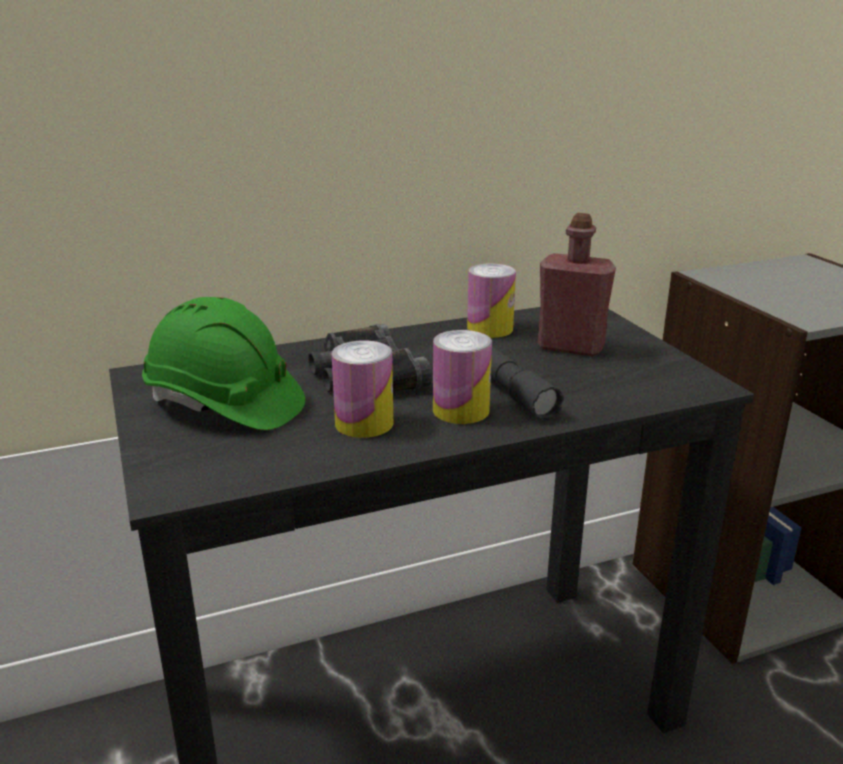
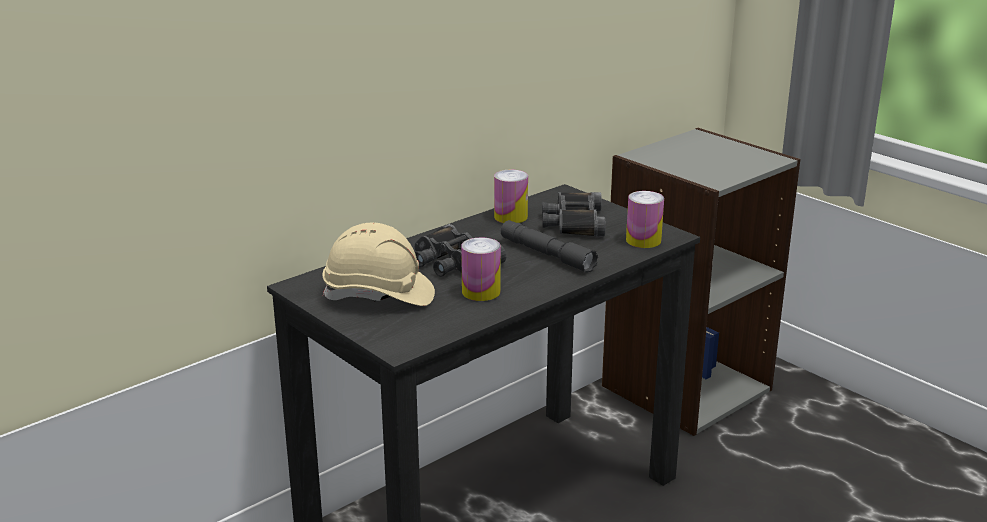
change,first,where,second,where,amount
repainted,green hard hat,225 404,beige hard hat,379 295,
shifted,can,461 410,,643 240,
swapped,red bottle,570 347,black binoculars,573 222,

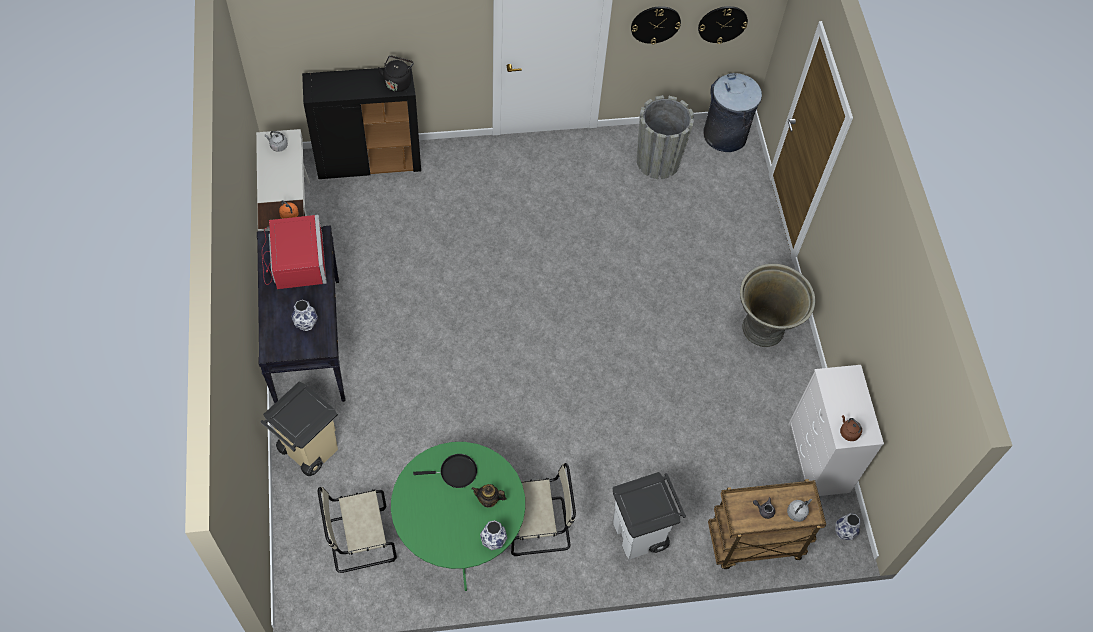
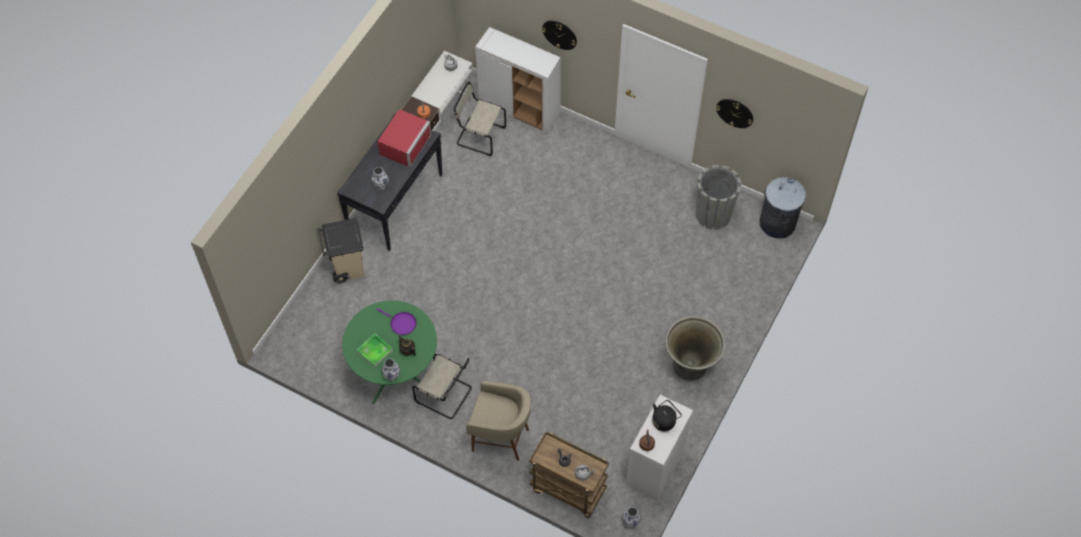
change,first,where,second,where,amount
repainted,black cabinet,369 162,white cabinet,520 109,
shifted,beige chair,358 541,,479 135,
shifted,black kettle,398 82,,664 420,
repainted,black frying pan,455 472,purple frying pan,401 323,
swapped,white trash can,640 534,beige stool,501 439,
shifted,wall clock,722 24,,559 34,
new,,,tray,374 351,

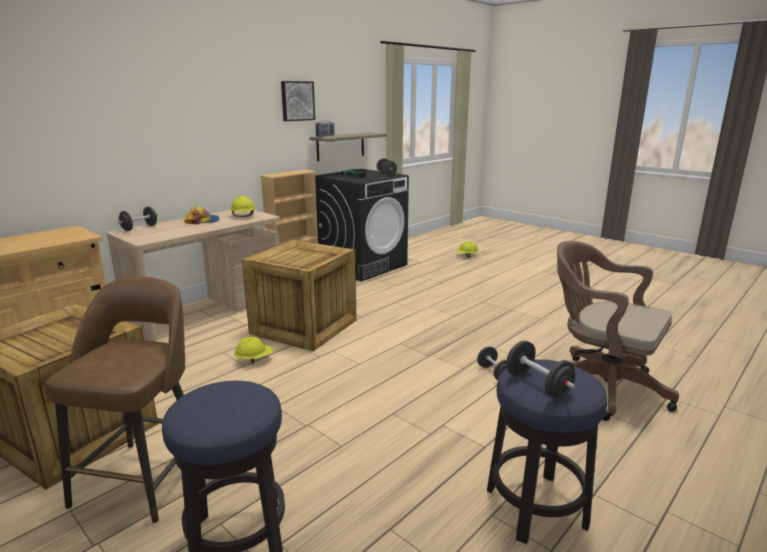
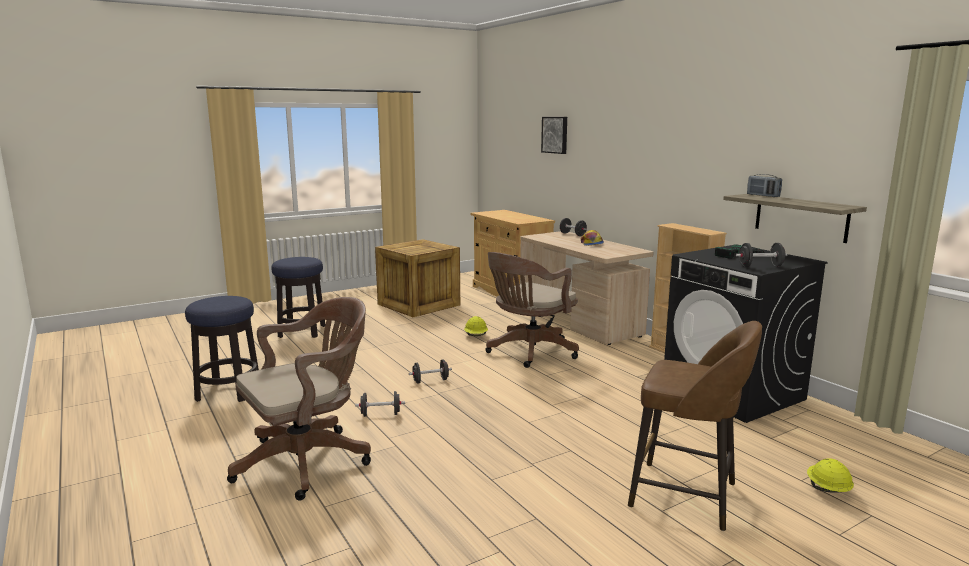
change,first,where,second,where,amount
shifted,brown stool,145 477,,687 496,
gone,yellow hard hat,243 216,,,
swapped,crate,304 327,brown office chair,529 352,
shifted,picture,297 101,,555 135,
shifted,black dumbbell,538 385,,430 381,

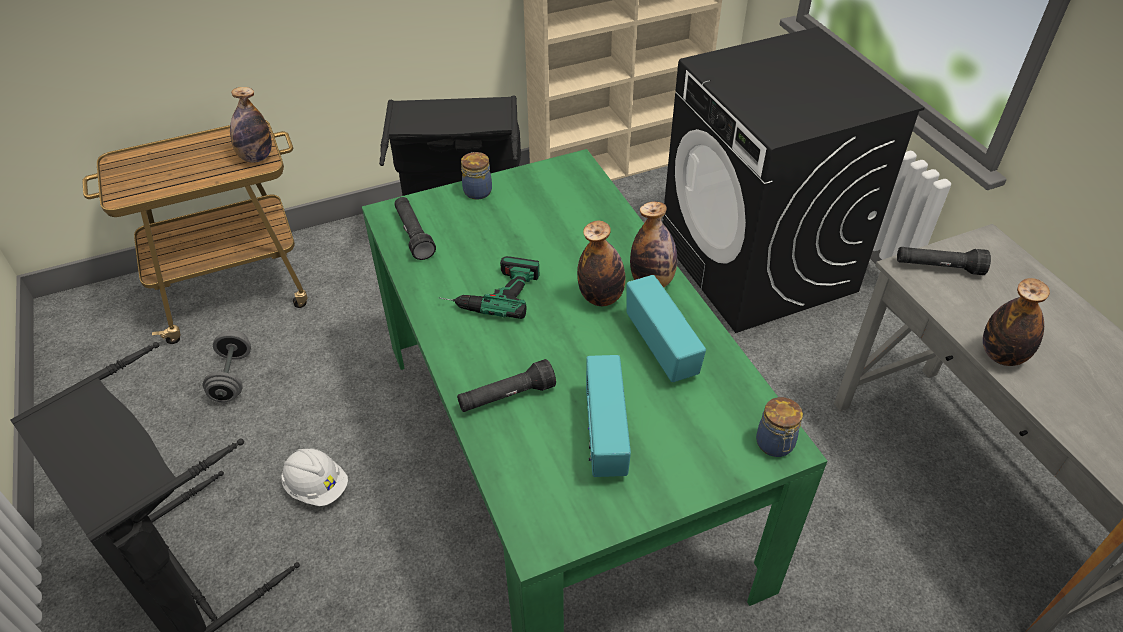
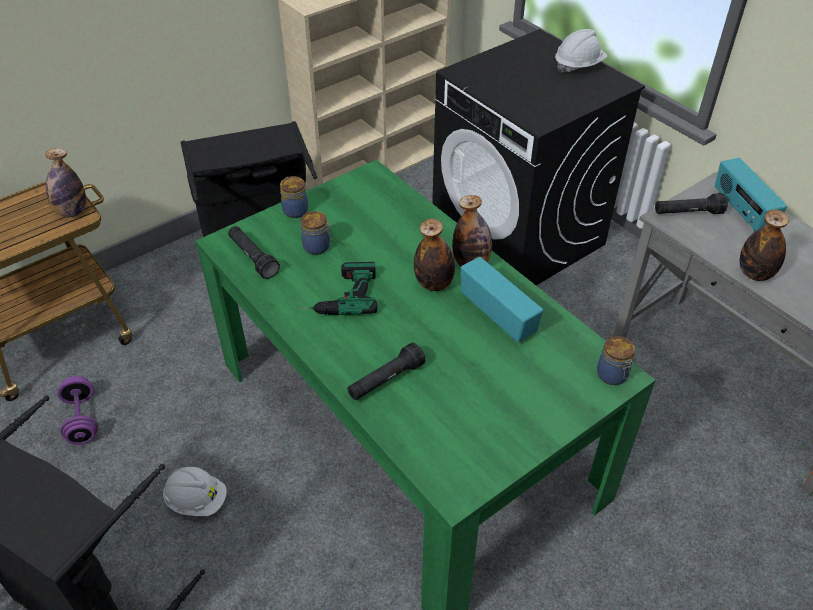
change,first,where,second,where,amount
repainted,grey dumbbell,232 377,purple dumbbell,82 419,
shifted,radio,604 435,,741 211,
new,,,jar,317 247,
new,,,white hard hat,578 66,

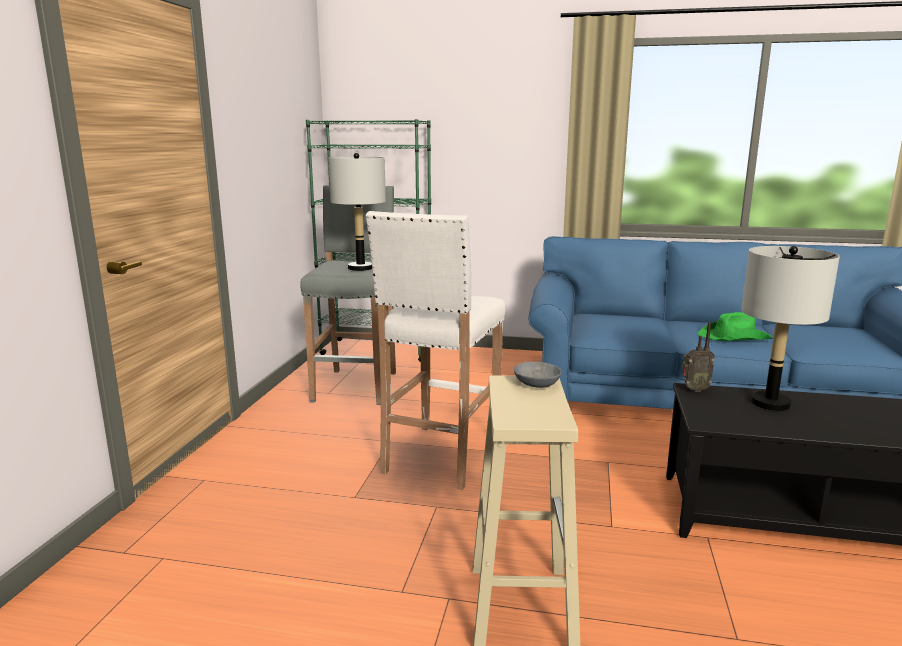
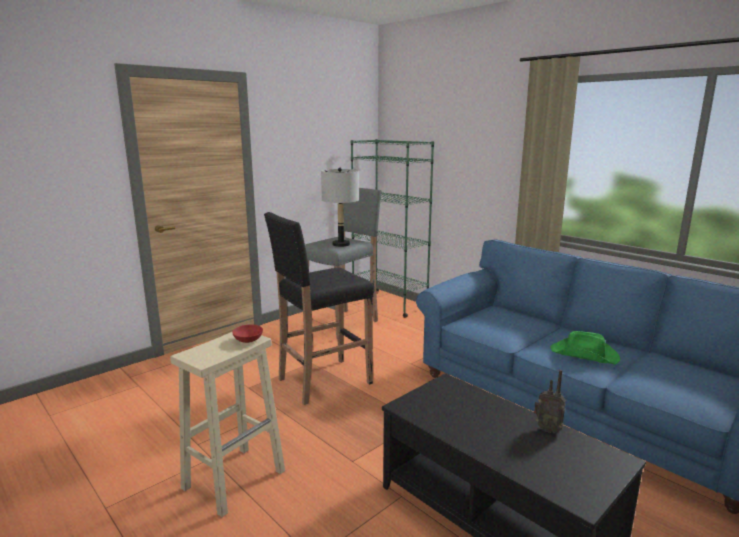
change,first,where,second,where,amount
repainted,white stool,441 457,black stool,322 381,
repainted,grey bowl,535 384,red bowl,247 339,
shifted,radio,693 389,,547 428,
gone,grey table lamp,770 403,,,

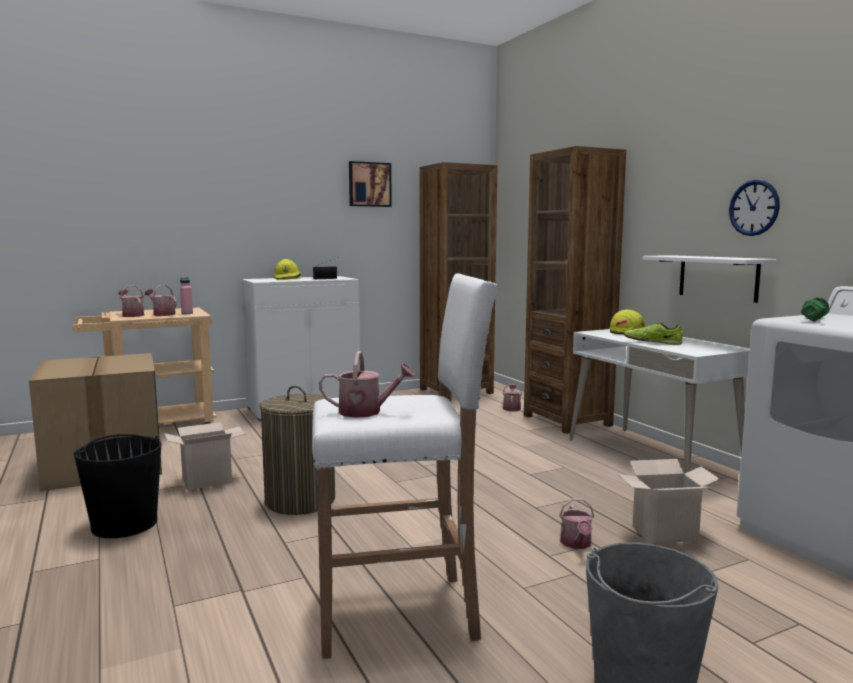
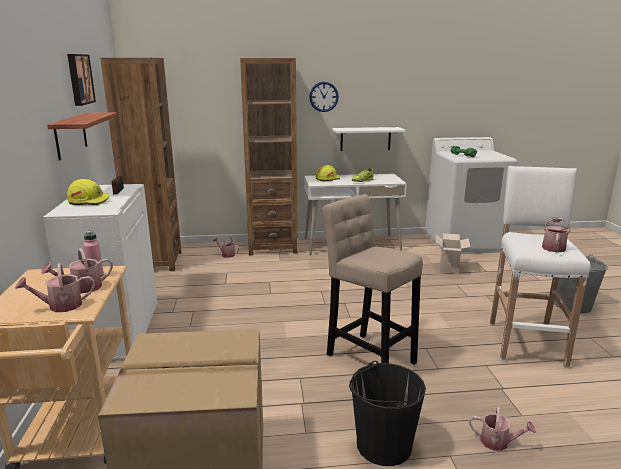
change,first,where,second,where,amount
gone,cardboard box,208 480,,,
swapped,laundry basket,300 500,beige stool,368 356,
shifted,watering can,576 544,,498 442,
shifted,wall clock,754 208,,323 96,
new,,,shelf,70 135,

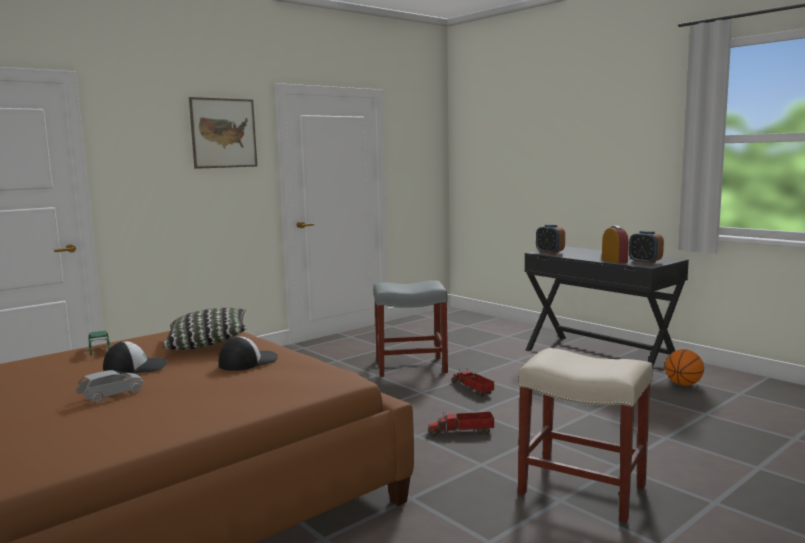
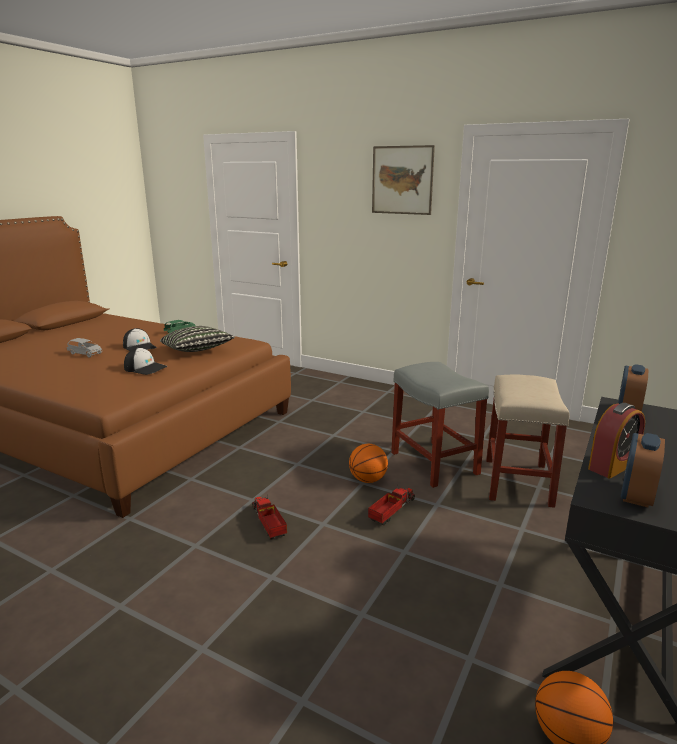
change,first,where,second,where,amount
shifted,beige stool,584 490,,518 483,
new,,,basketball,368 480,

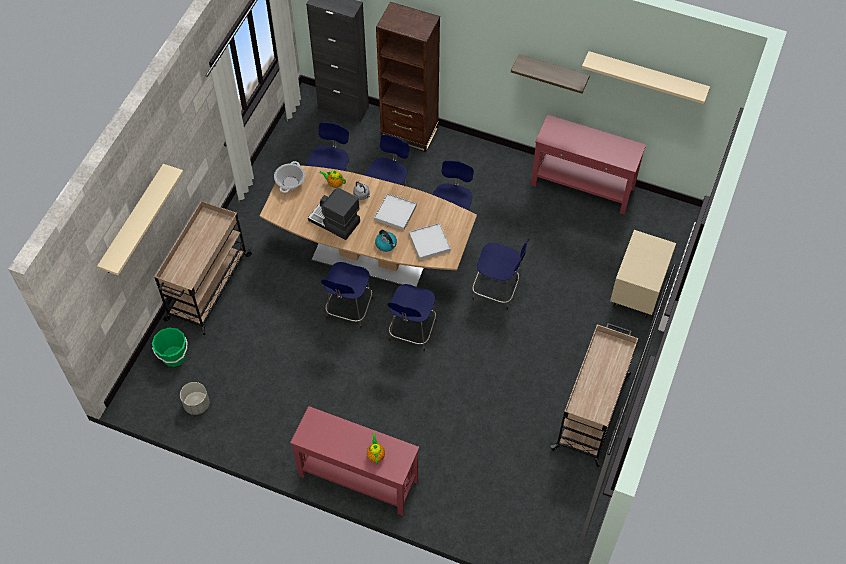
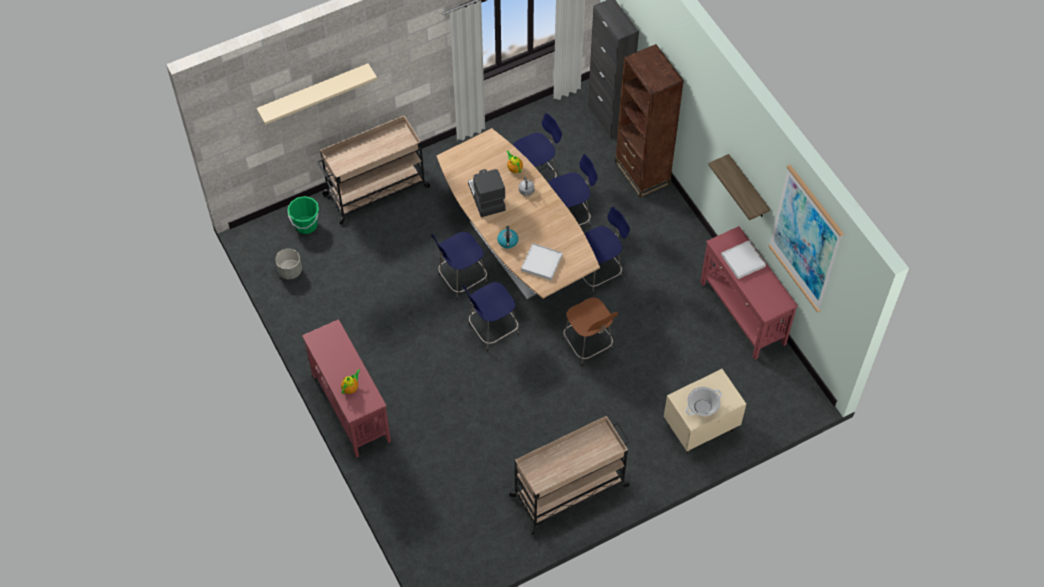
change,first,where,second,where,amount
shifted,cooking pot,290 183,,702 407,
shifted,white tray,395 213,,743 261,
repainted,blue stool,497 290,brown stool,588 346,
swapped,beige shelf,646 76,picture,805 239,

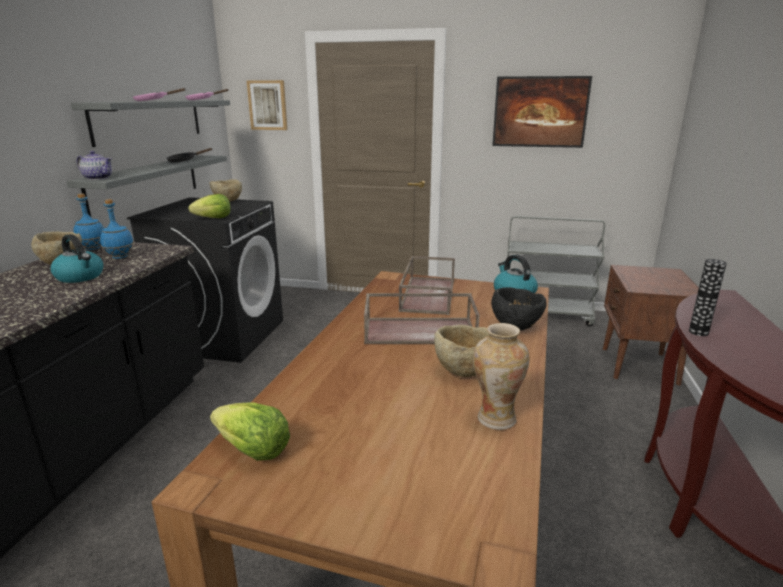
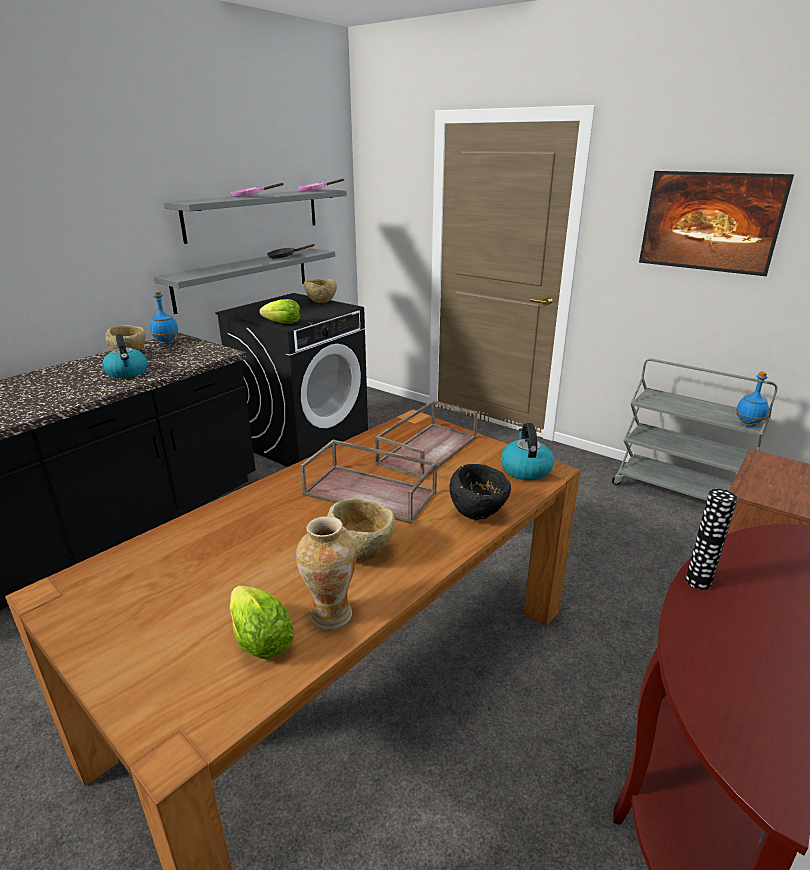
change,first,where,second,where,amount
gone,teapot,98 178,,,
shifted,blue bottle,120 257,,748 424,
shifted,lettuce,253 451,,260 640,
gone,picture,268 105,,,

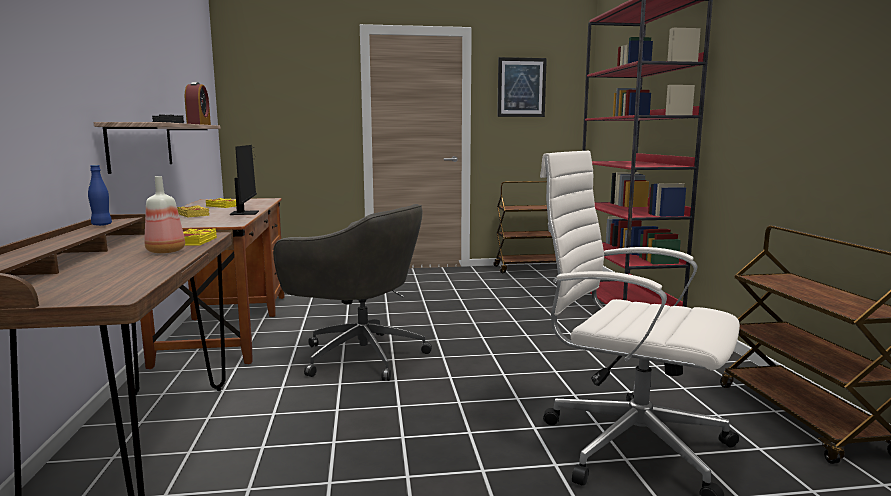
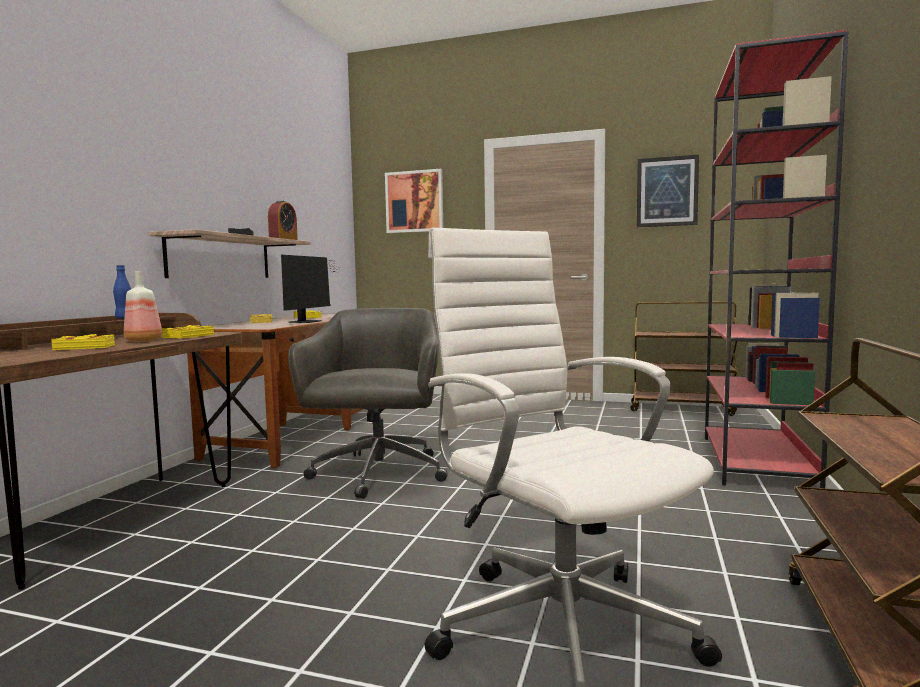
change,first,where,second,where,amount
rotated,grey office chair,359 355,,378 474,135 degrees counterclockwise
new,,,yellow book,85 347,
new,,,picture,414 201,

